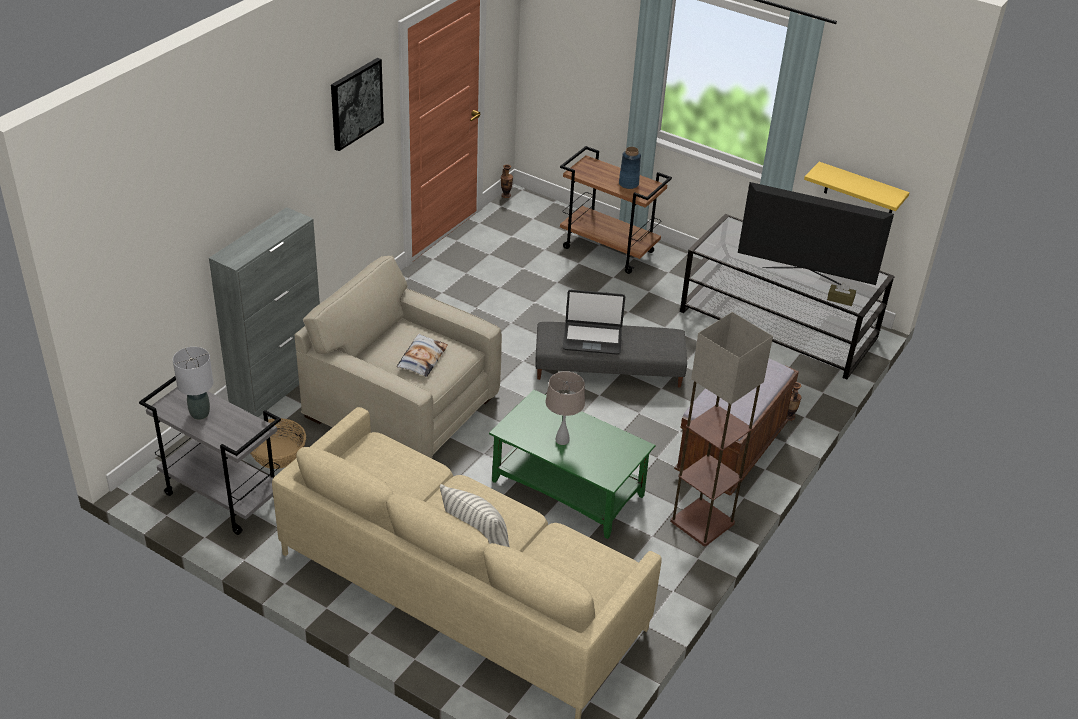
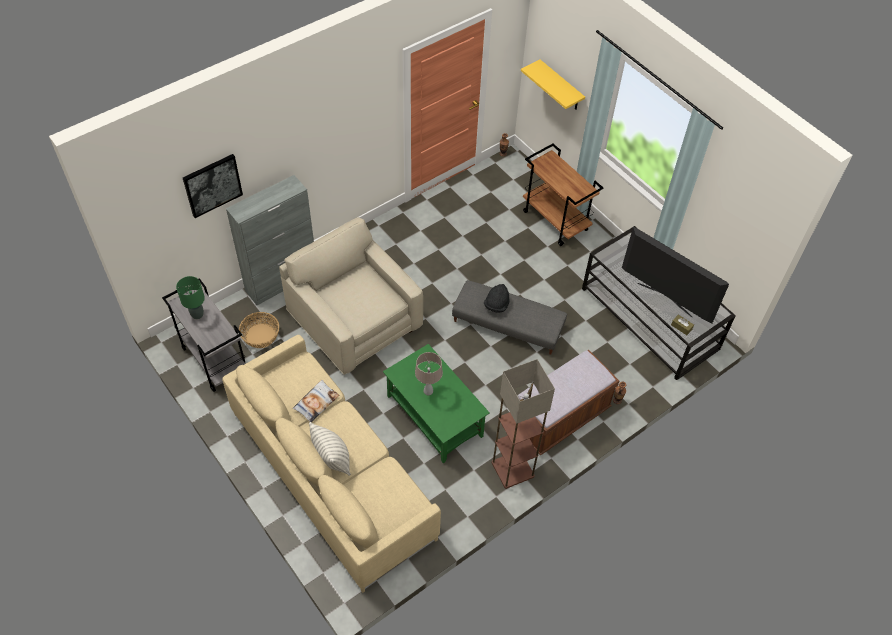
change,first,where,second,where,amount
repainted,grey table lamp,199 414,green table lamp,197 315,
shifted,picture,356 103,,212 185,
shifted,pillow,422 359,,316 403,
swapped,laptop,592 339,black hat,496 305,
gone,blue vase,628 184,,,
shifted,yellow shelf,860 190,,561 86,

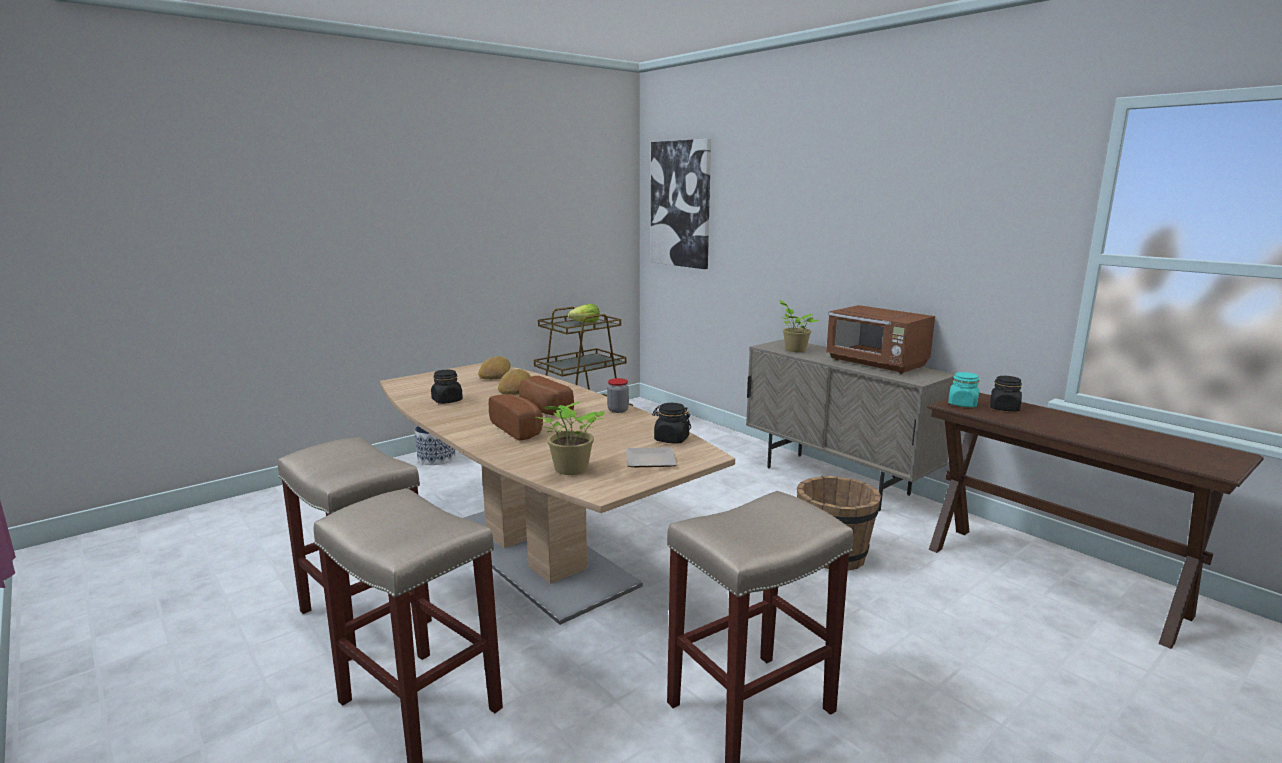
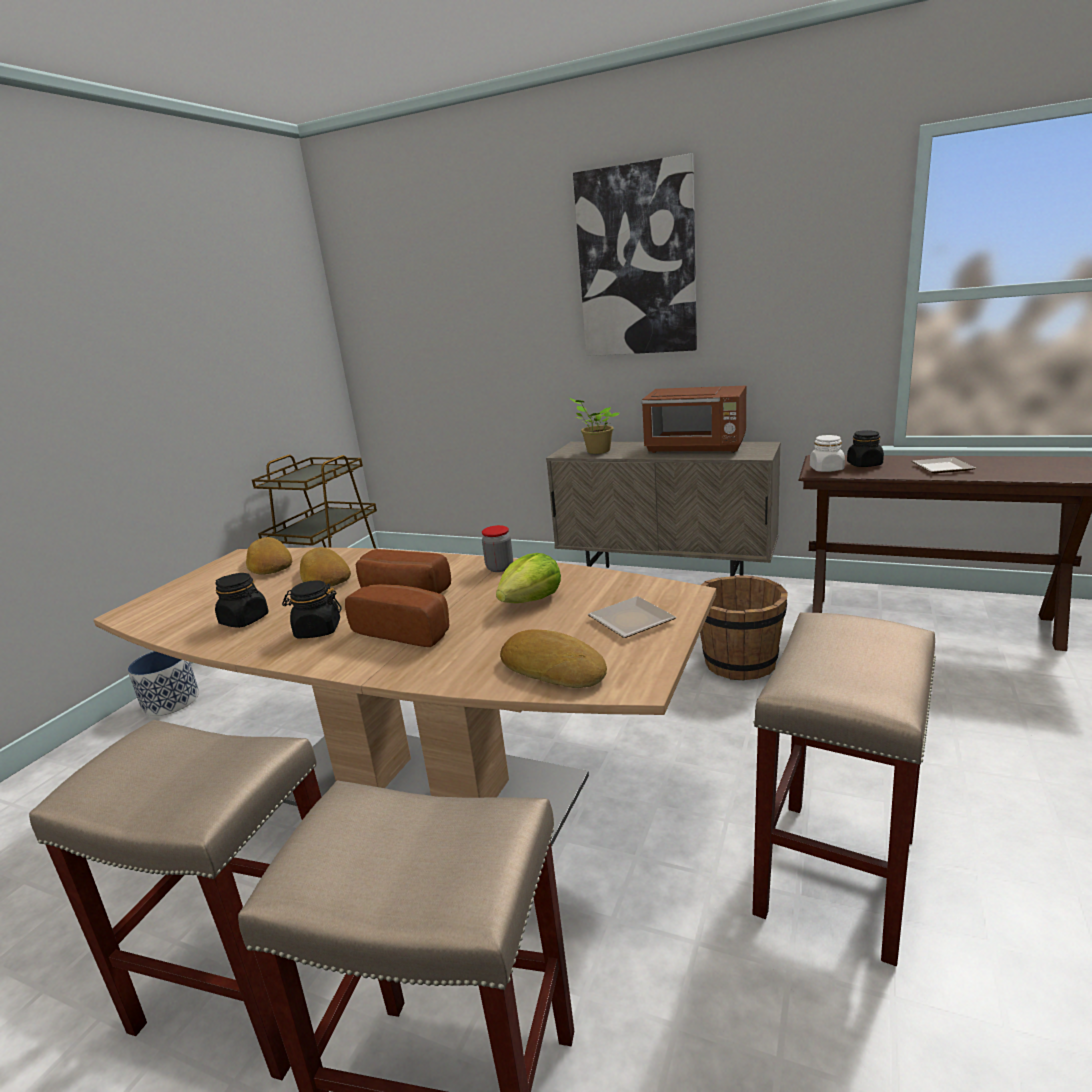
change,first,where,second,where,amount
swapped,potted plant,570 470,bread,554 667,
shifted,lettuce,585 323,,531 600,
shifted,picture,681 204,,637 262,
shifted,black jar,671 439,,318 630,
repainted,turquoise jar,962 404,white jar,826 469,
new,,,plate,940 468,

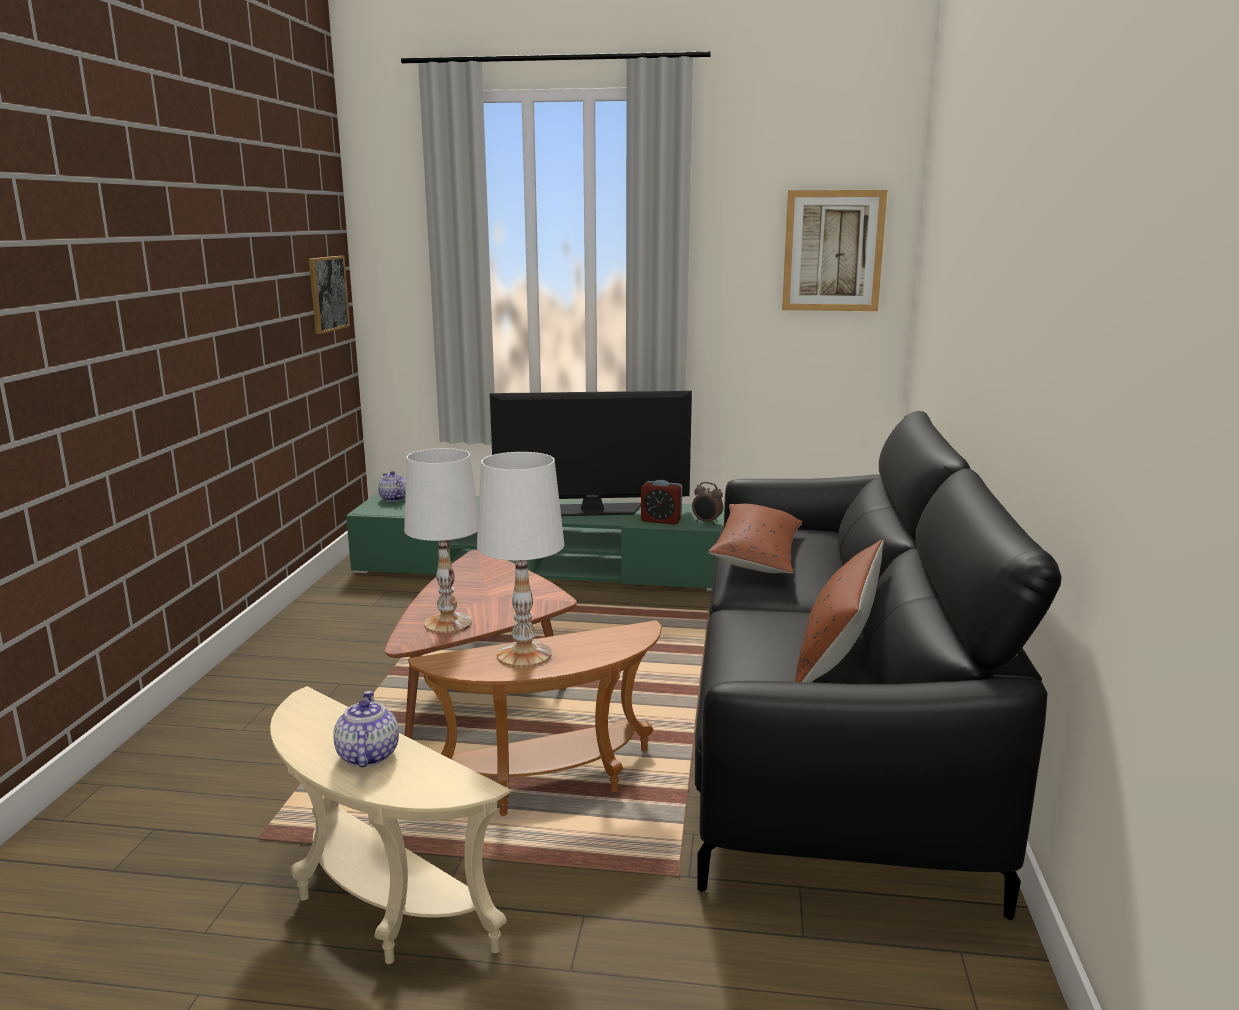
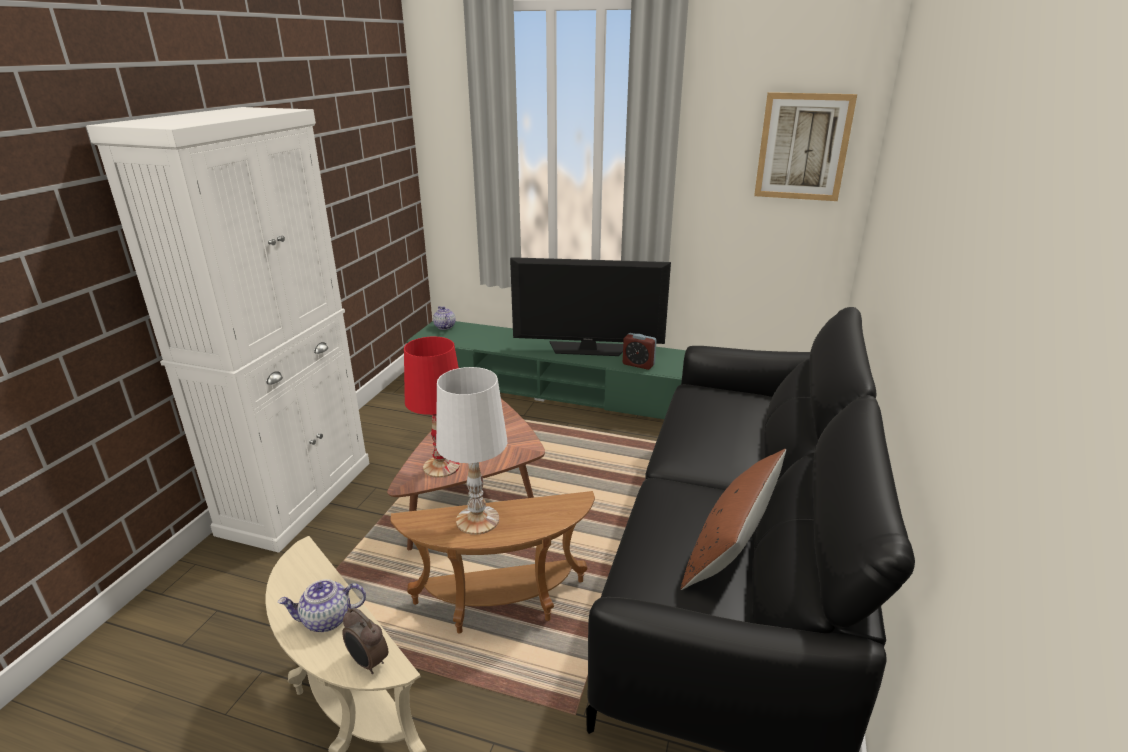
change,first,where,second,where,amount
gone,picture,327 293,,,
rotated,teapot,367 755,,326 620,105 degrees counterclockwise
repainted,white table lamp,448 623,red table lamp,442 466,
shifted,alarm clock,707 522,,368 662,
gone,brown pillow,757 554,,,
new,,,white cabinet,298 496,

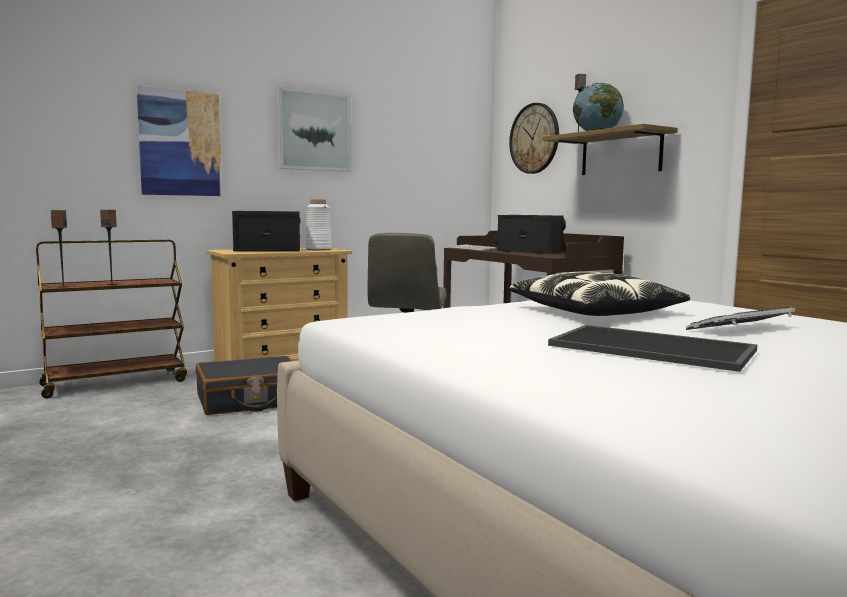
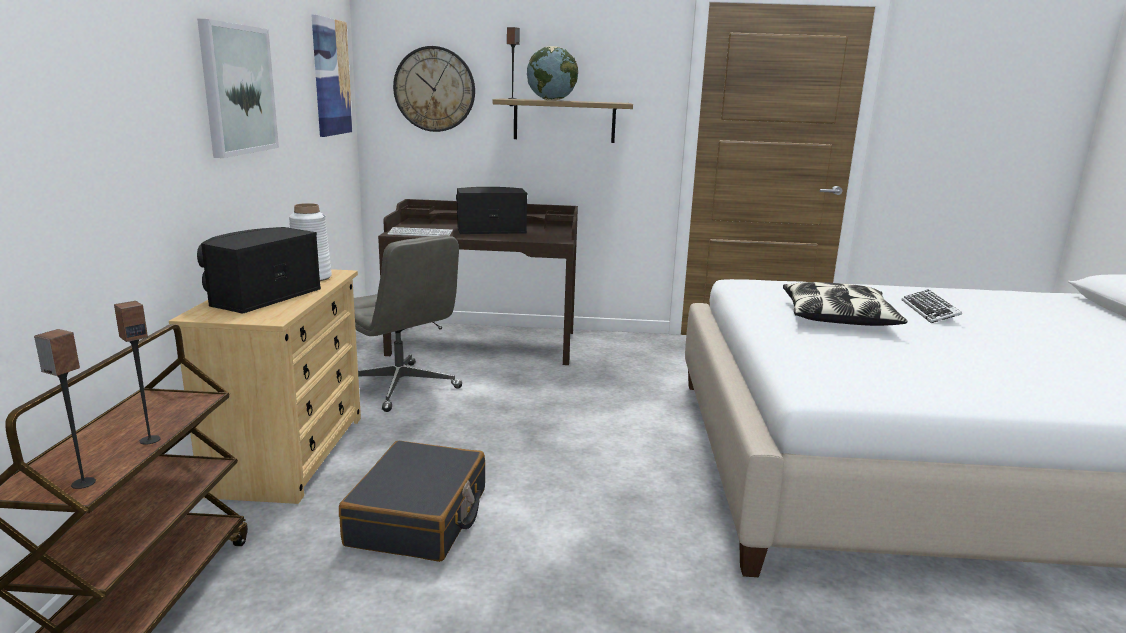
change,first,where,second,where,amount
shifted,picture,180 143,,331 77,
gone,tray,654 347,,,

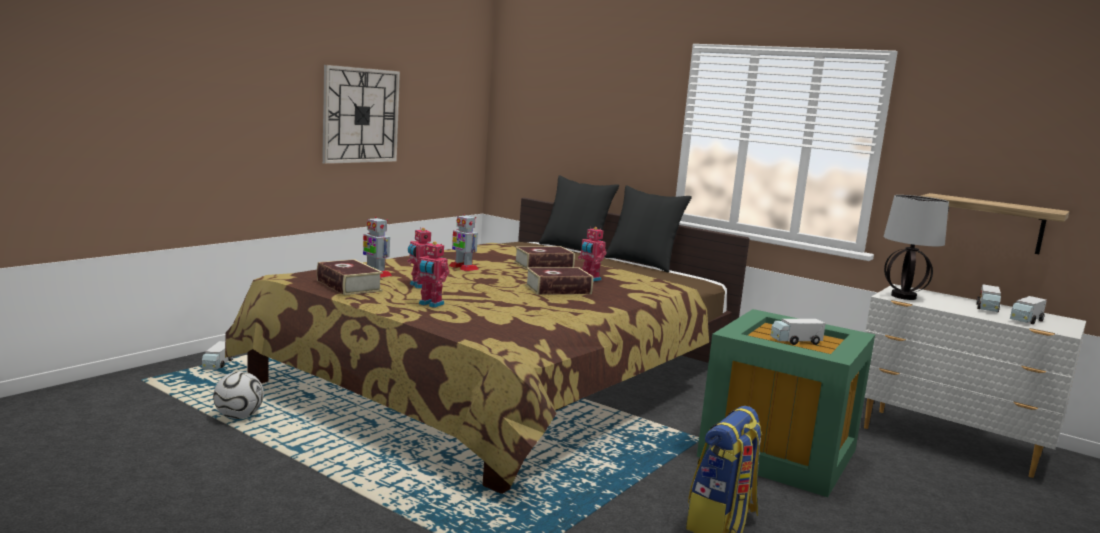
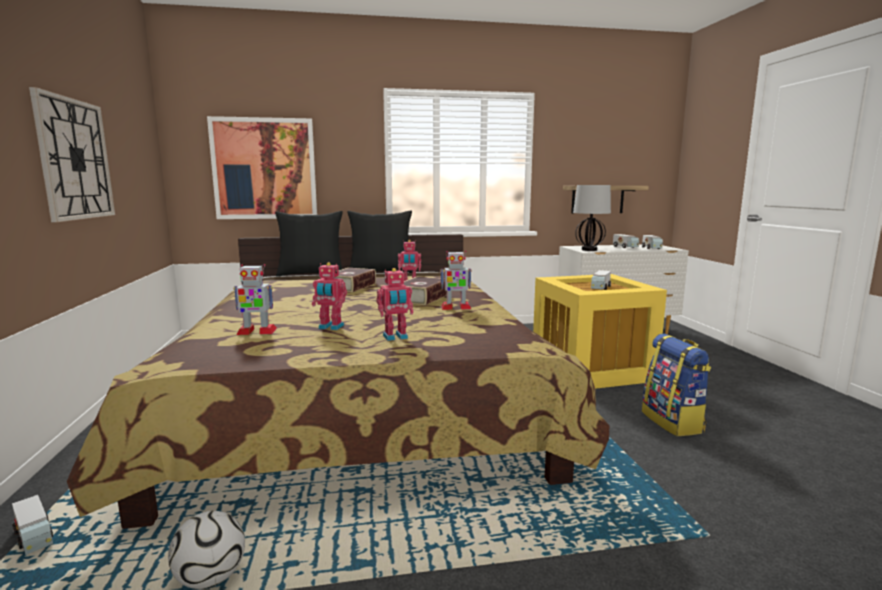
change,first,where,second,where,amount
gone,book,349 285,,,
shifted,toy robot,463 267,,455 307,
repainted,green storage box,779 454,yellow storage box,593 370,
new,,,picture,264 169,

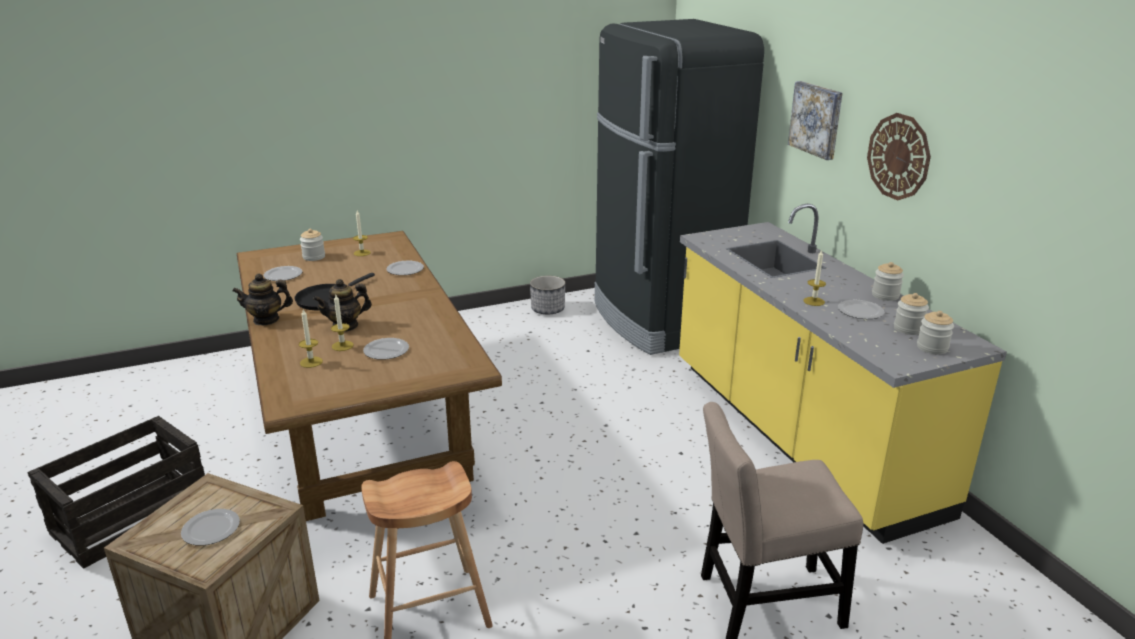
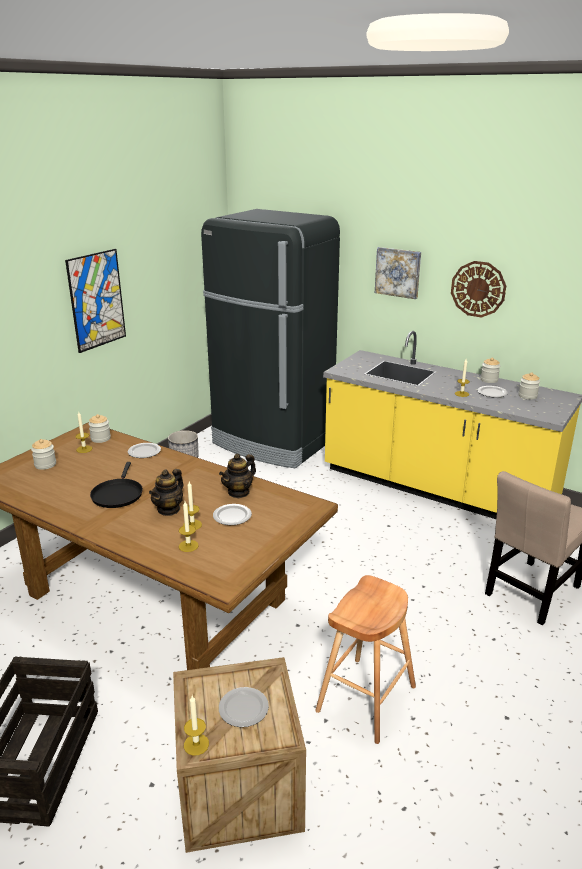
change,first,where,second,where,amount
shifted,teapot,266 320,,239 492,
gone,plate,283 275,,,
shifted,jar,932 348,,100 438,
new,,,picture,96 300,
new,,,candle,196 744,

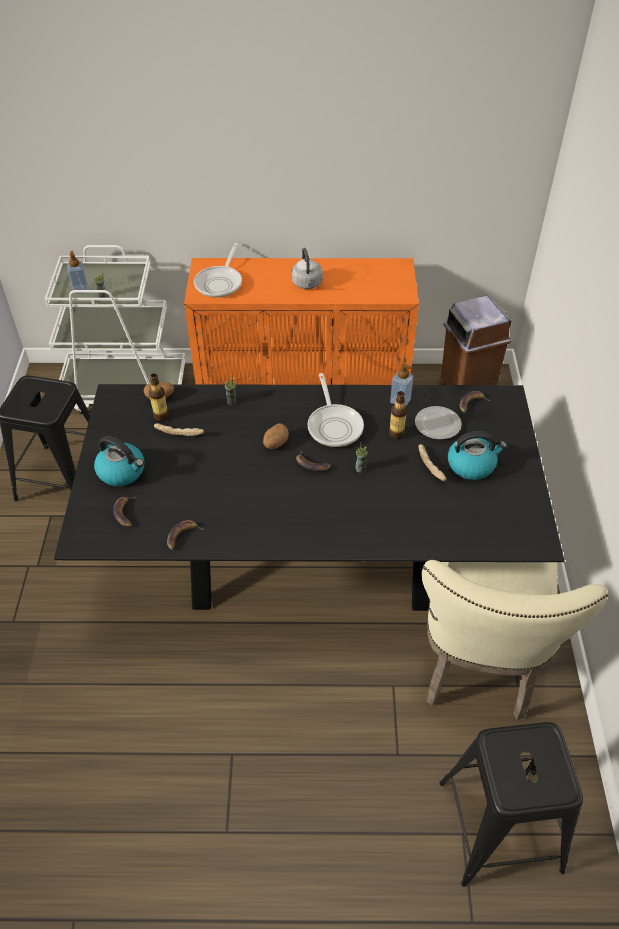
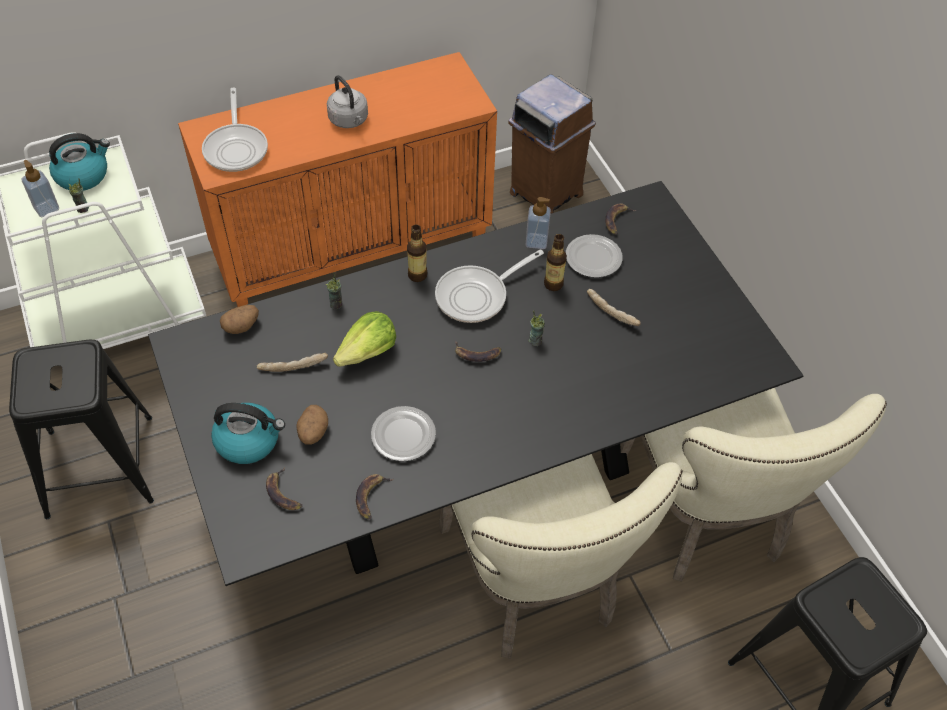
change,first,where,second,where,amount
shifted,bottle,161 416,,417 275,
shifted,potato,275 443,,313 433,
rotated,frying pan,334 425,,477 296,90 degrees clockwise
shifted,kettle,472 465,,83 175,
new,,,lettuce,368 352,
new,,,plate,404 436,
new,,,beige chair,535 583,

